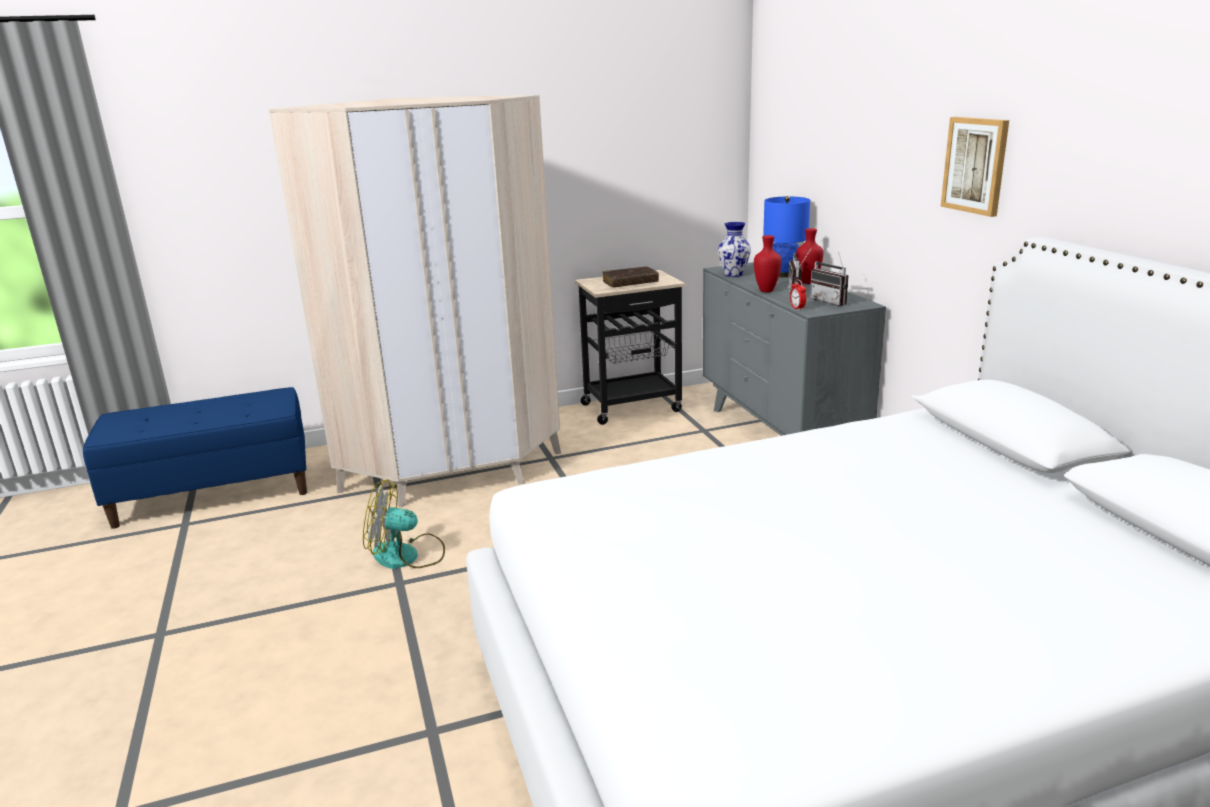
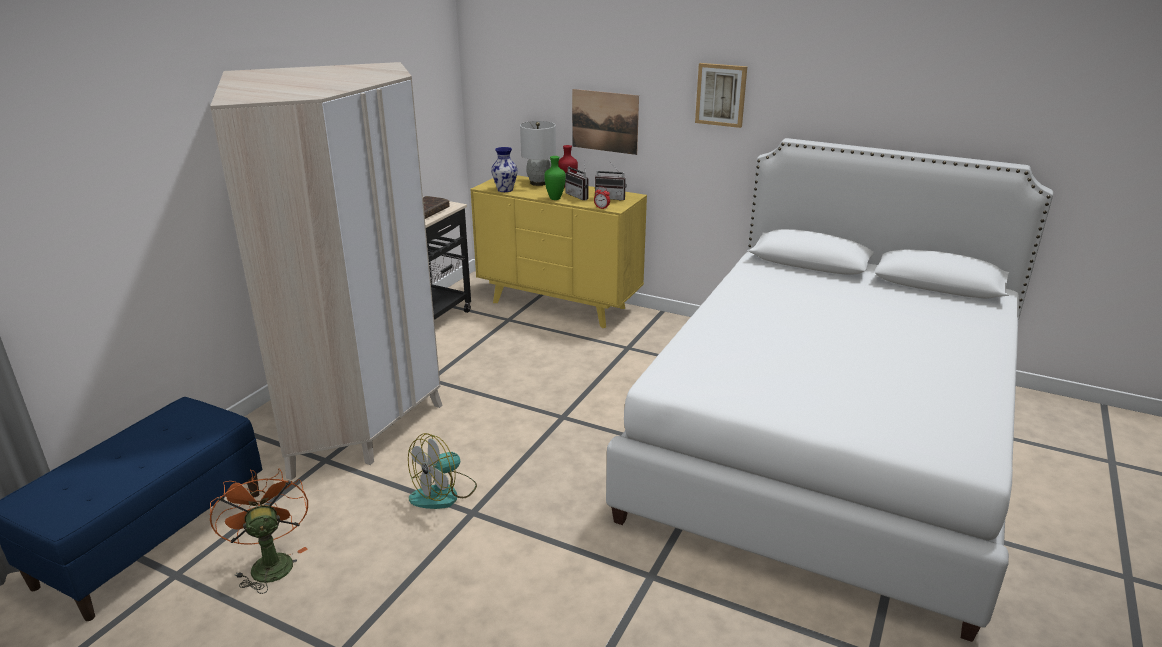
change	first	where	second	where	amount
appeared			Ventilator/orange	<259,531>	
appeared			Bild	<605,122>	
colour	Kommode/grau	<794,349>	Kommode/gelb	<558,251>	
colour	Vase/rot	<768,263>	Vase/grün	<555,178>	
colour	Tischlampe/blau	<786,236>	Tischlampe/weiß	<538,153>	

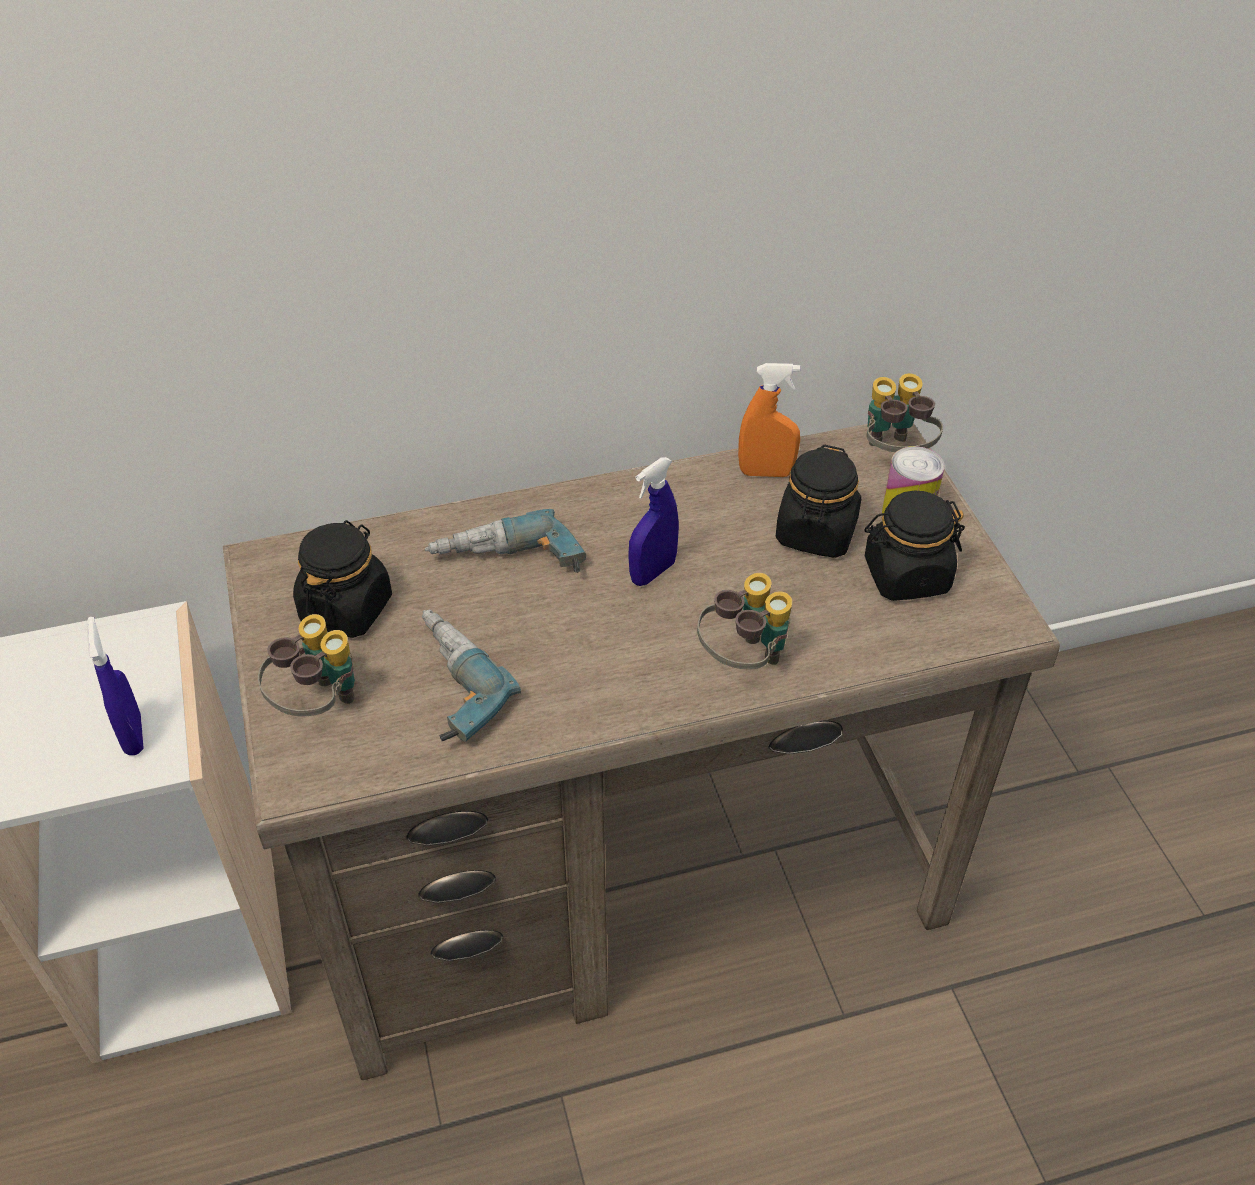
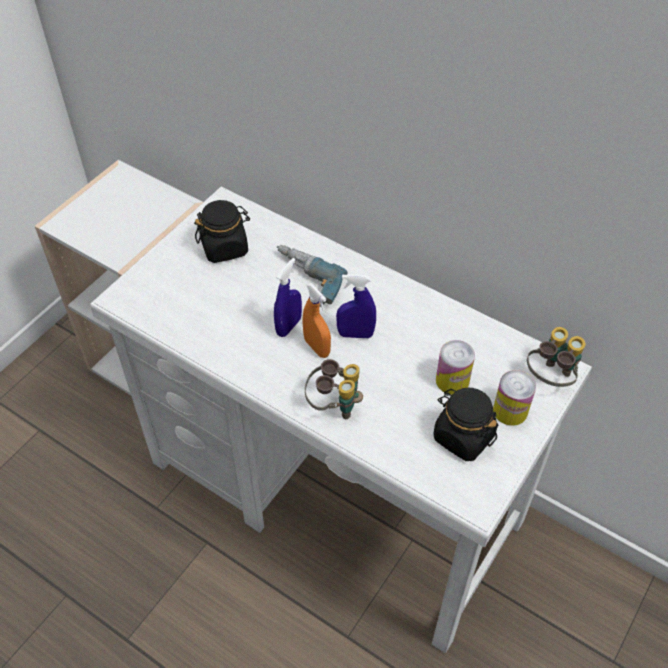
change	first	where	second	where	amount
missing	Fernglas	<306,665>			
missing	Bohrmaschine	<471,676>			
relocated	Sprühflasche/blau	<115,686>		<288,297>	
relocated	Sprühflasche/orange	<769,420>		<317,320>	
exchanged	Vorratsglas/schwarz	<818,501>	Dose	<455,367>	
colour	Schreibtisch/braun	<641,751>	Schreibtisch/weiß	<341,420>	

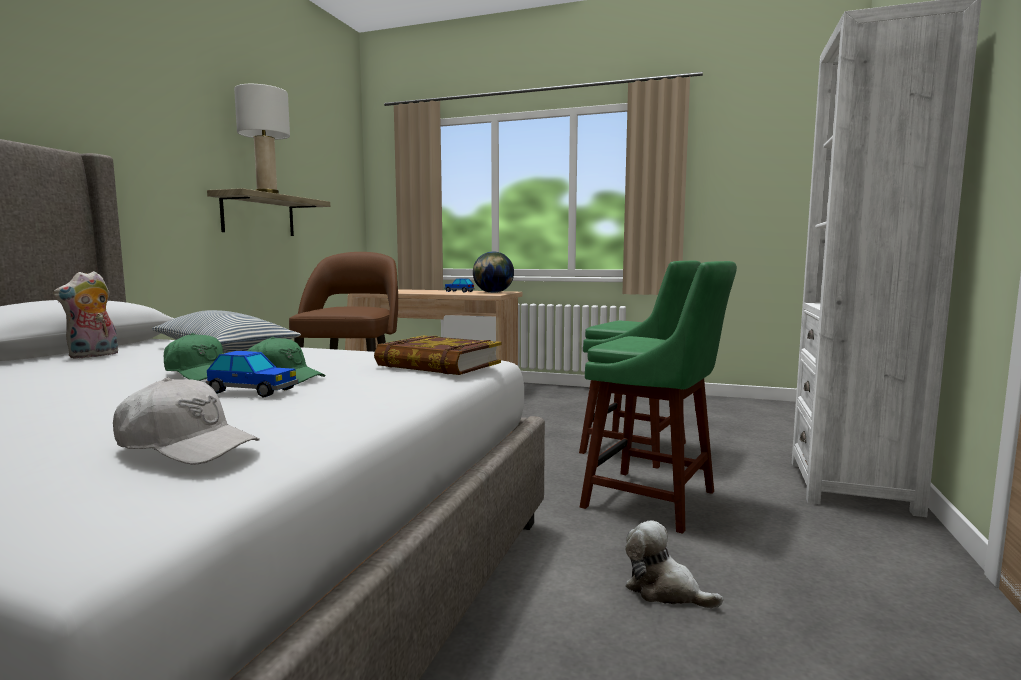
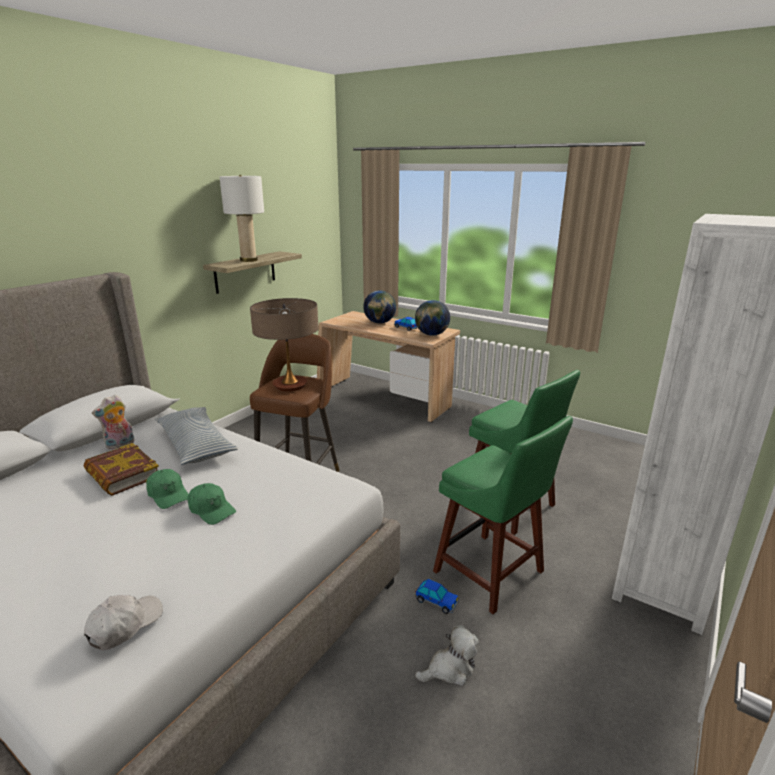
change	first	where	second	where	amount
appeared			Tischlampe	<284,344>	
appeared			Globus	<379,306>	
relocated	Spielzeugauto	<252,374>		<437,596>	
relocated	Buch	<437,355>		<121,469>	
spun	Kappe/weiß	<186,421>		<123,622>	90 degrees counterclockwise
spun	Plüschtier	<674,564>		<447,655>	105 degrees clockwise

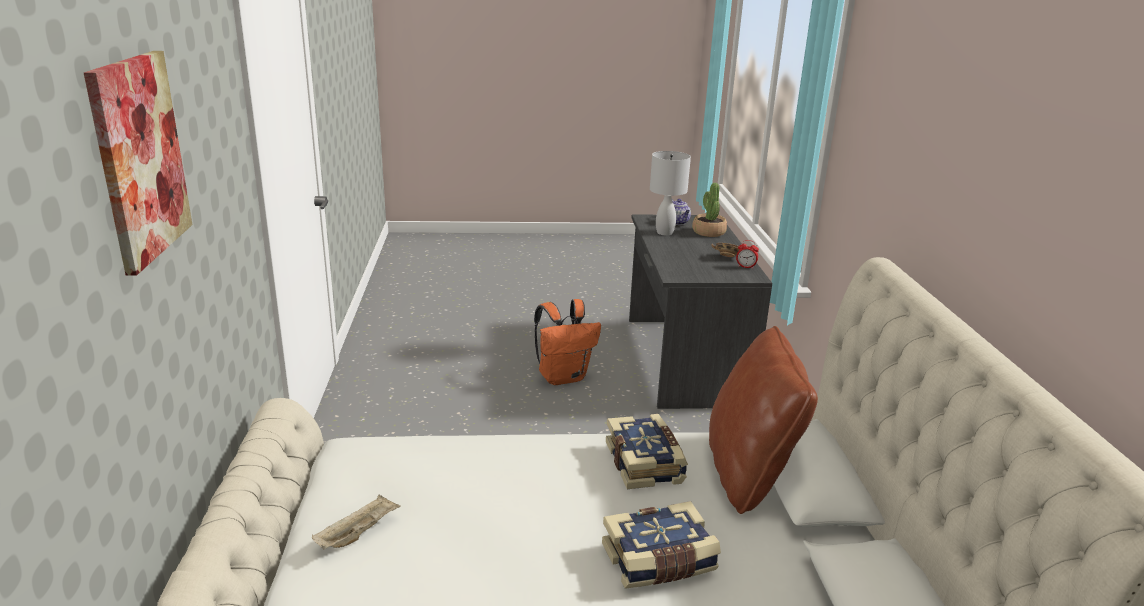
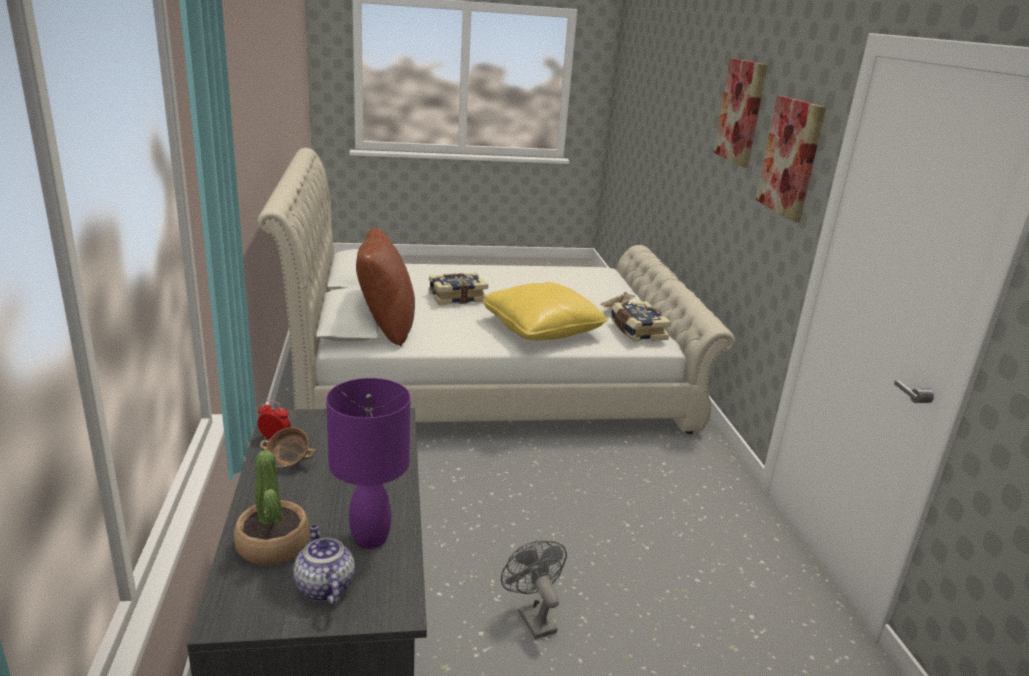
change	first	where	second	where	amount
appeared			Kissen/gelb	<545,311>	
appeared			Bild	<791,158>	
relocated	Buch	<647,451>		<641,321>	
exchanged	Rucksack/orange	<567,342>	Ventilator/grau	<534,590>	
colour	Tischlampe/weiß	<670,193>	Tischlampe/lila	<368,463>	

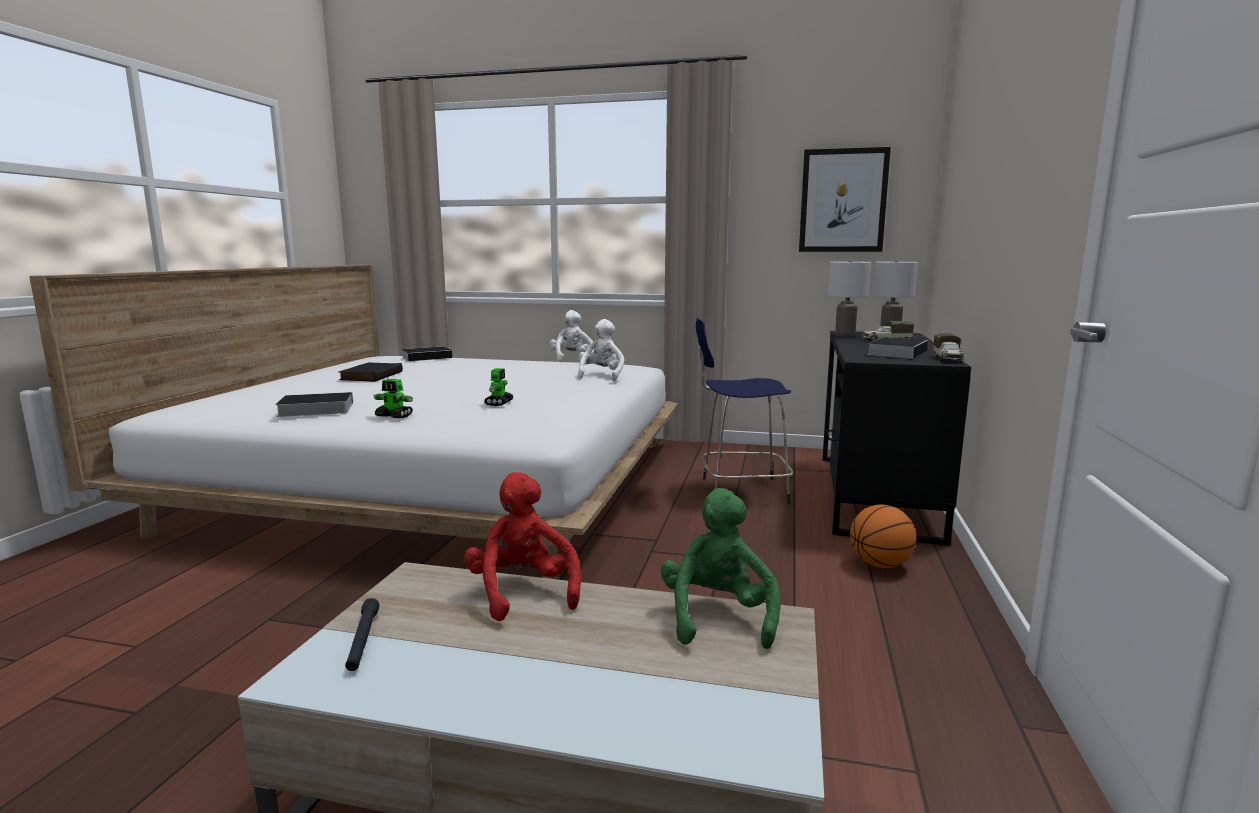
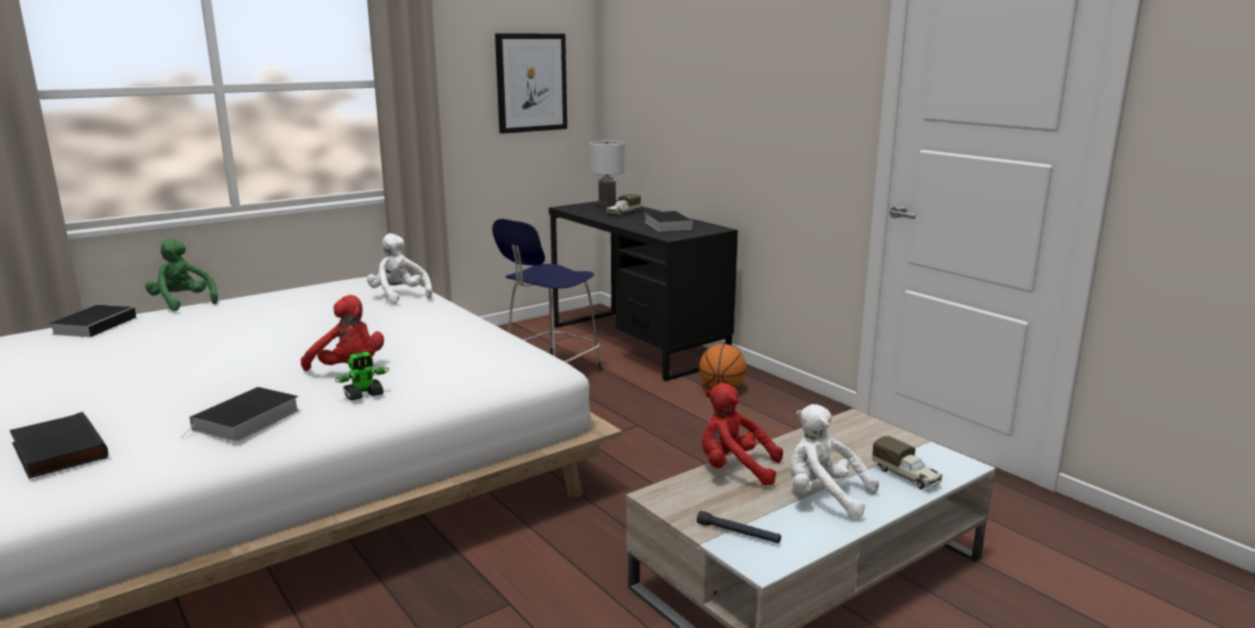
change	first	where	second	where	amount
missing	Spielzeugroboter	<499,387>			
missing	Tischlampe/weiß	<849,298>			
appeared			Plüschtier/rot	<342,333>	
relocated	Buch/schwarz	<371,372>		<59,445>	
relocated	Plüschtier/weiß	<572,336>		<834,461>	
relocated	Plüschtier/grün	<721,568>		<181,275>	
relocated	Spielzeuglaster	<948,347>		<907,462>	

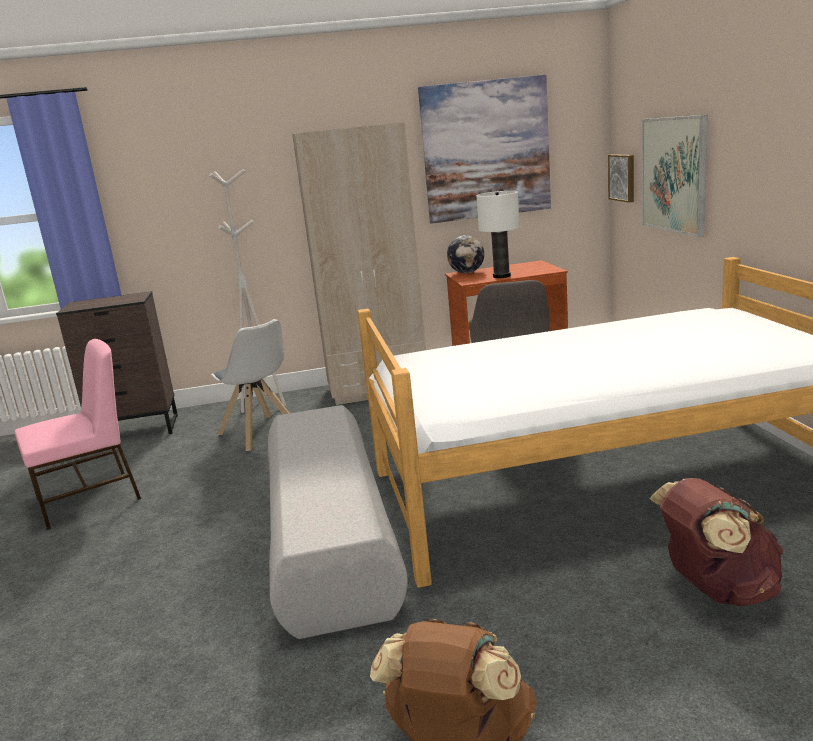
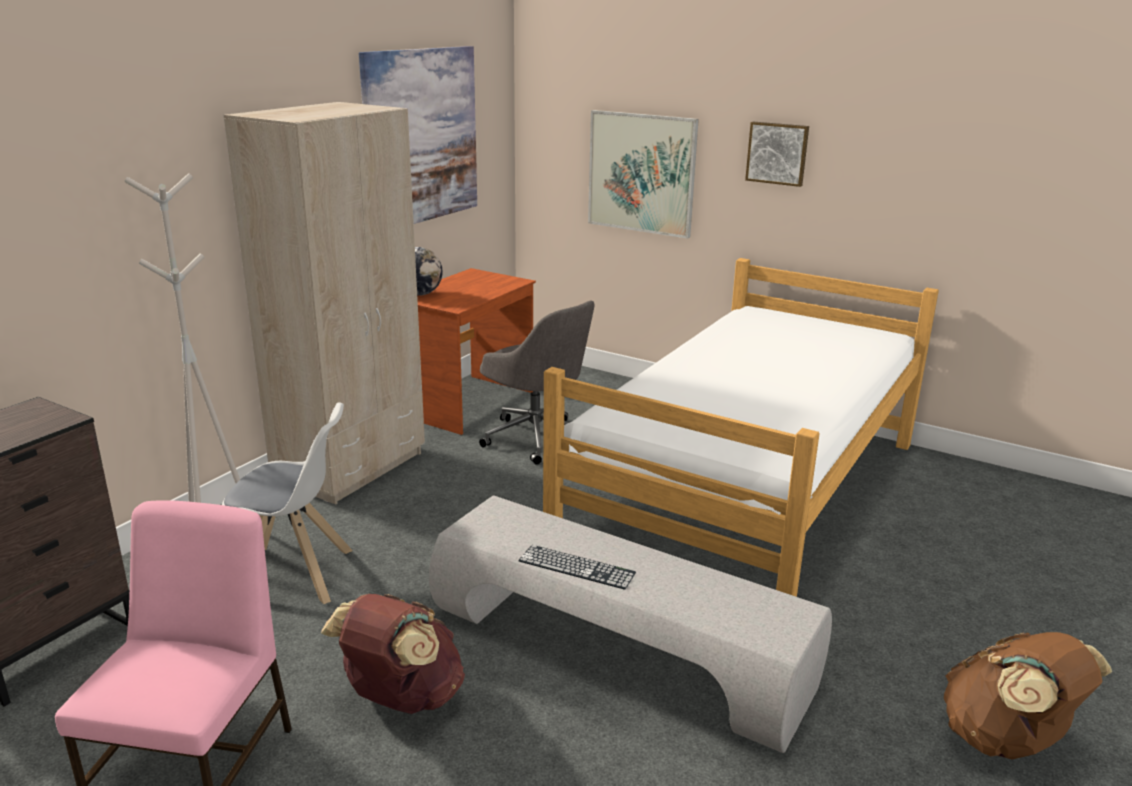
change	first	where	second	where	amount
missing	Tischlampe/weiß	<498,234>			
appeared			Tastatur	<577,567>	
relocated	Bild	<621,178>		<777,154>	
relocated	Rucksack/braun	<716,542>		<393,654>	

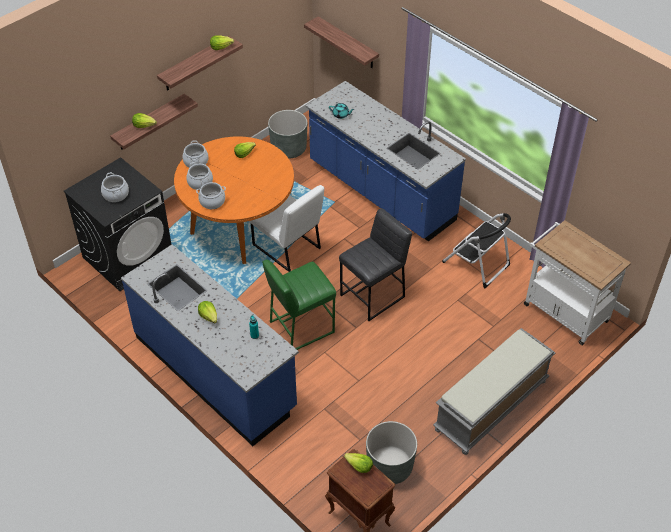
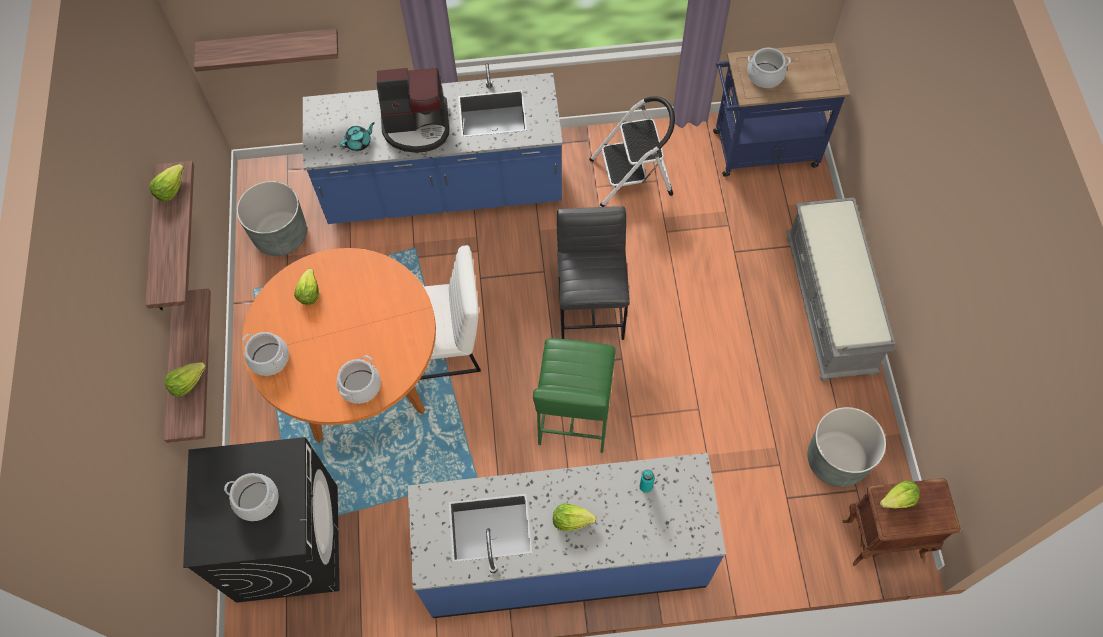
change	first	where	second	where	amount
appeared			Kaffeemaschine	<412,110>	
relocated	Kochtopf	<199,176>		<769,68>	
colour	Rollwagen/weiß	<577,282>	Rollwagen/blau	<781,110>	

